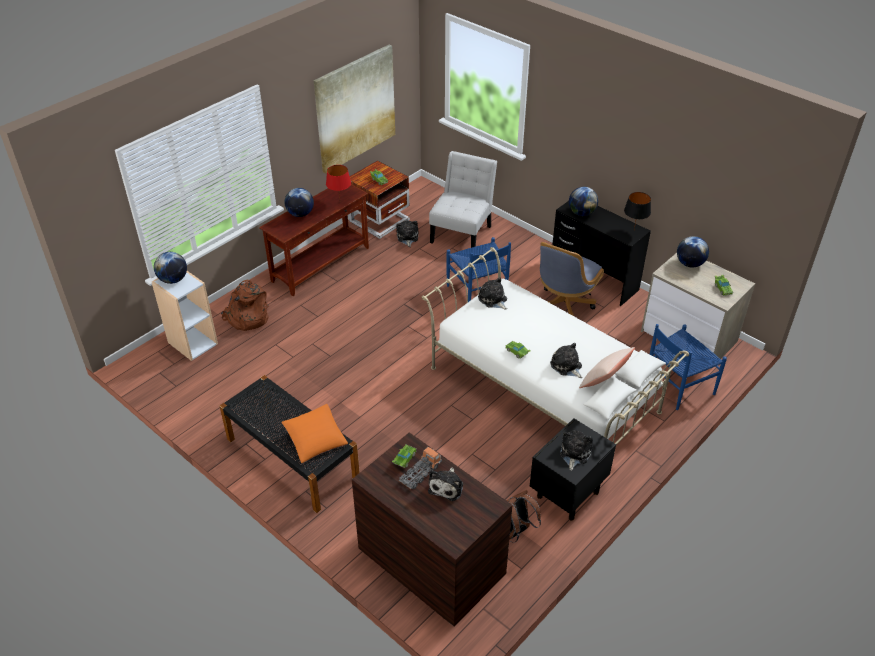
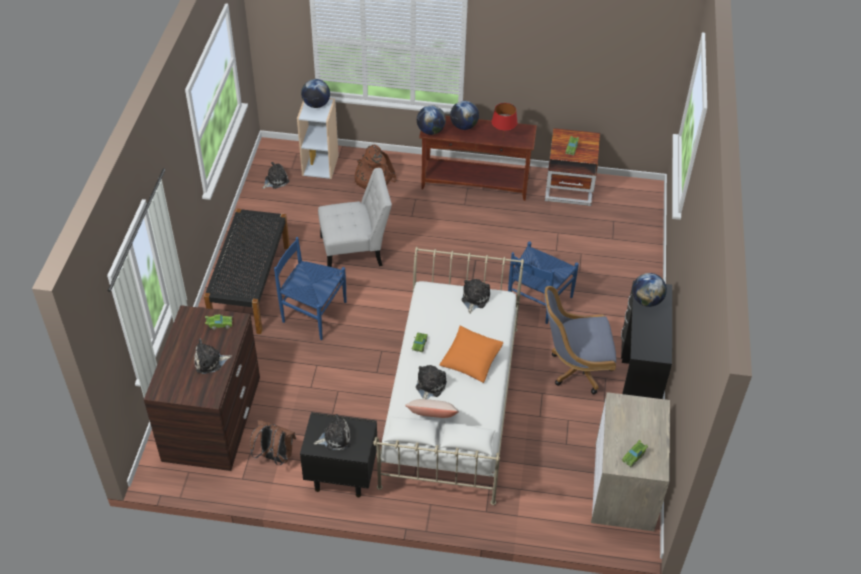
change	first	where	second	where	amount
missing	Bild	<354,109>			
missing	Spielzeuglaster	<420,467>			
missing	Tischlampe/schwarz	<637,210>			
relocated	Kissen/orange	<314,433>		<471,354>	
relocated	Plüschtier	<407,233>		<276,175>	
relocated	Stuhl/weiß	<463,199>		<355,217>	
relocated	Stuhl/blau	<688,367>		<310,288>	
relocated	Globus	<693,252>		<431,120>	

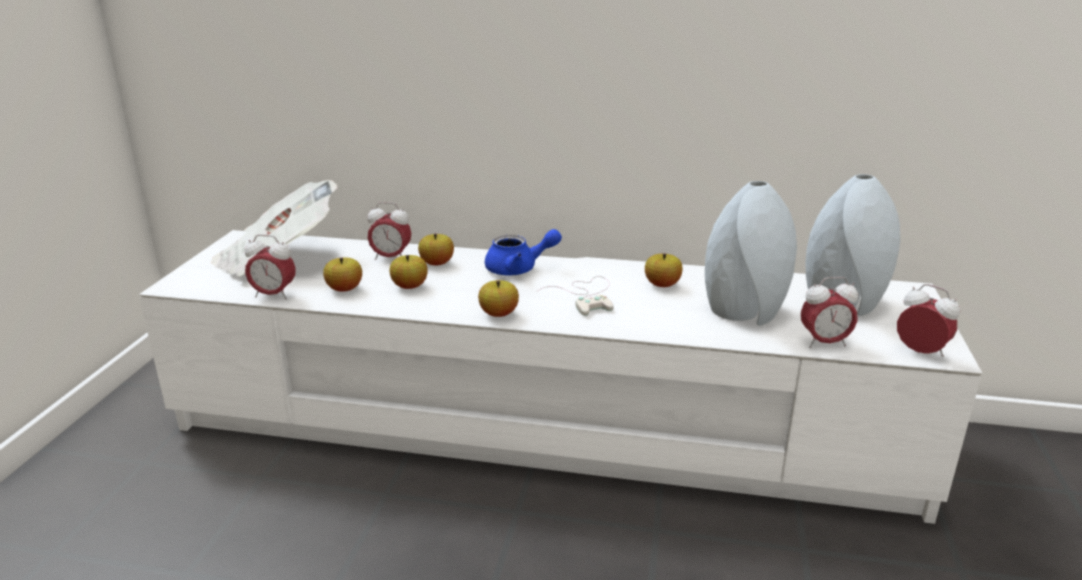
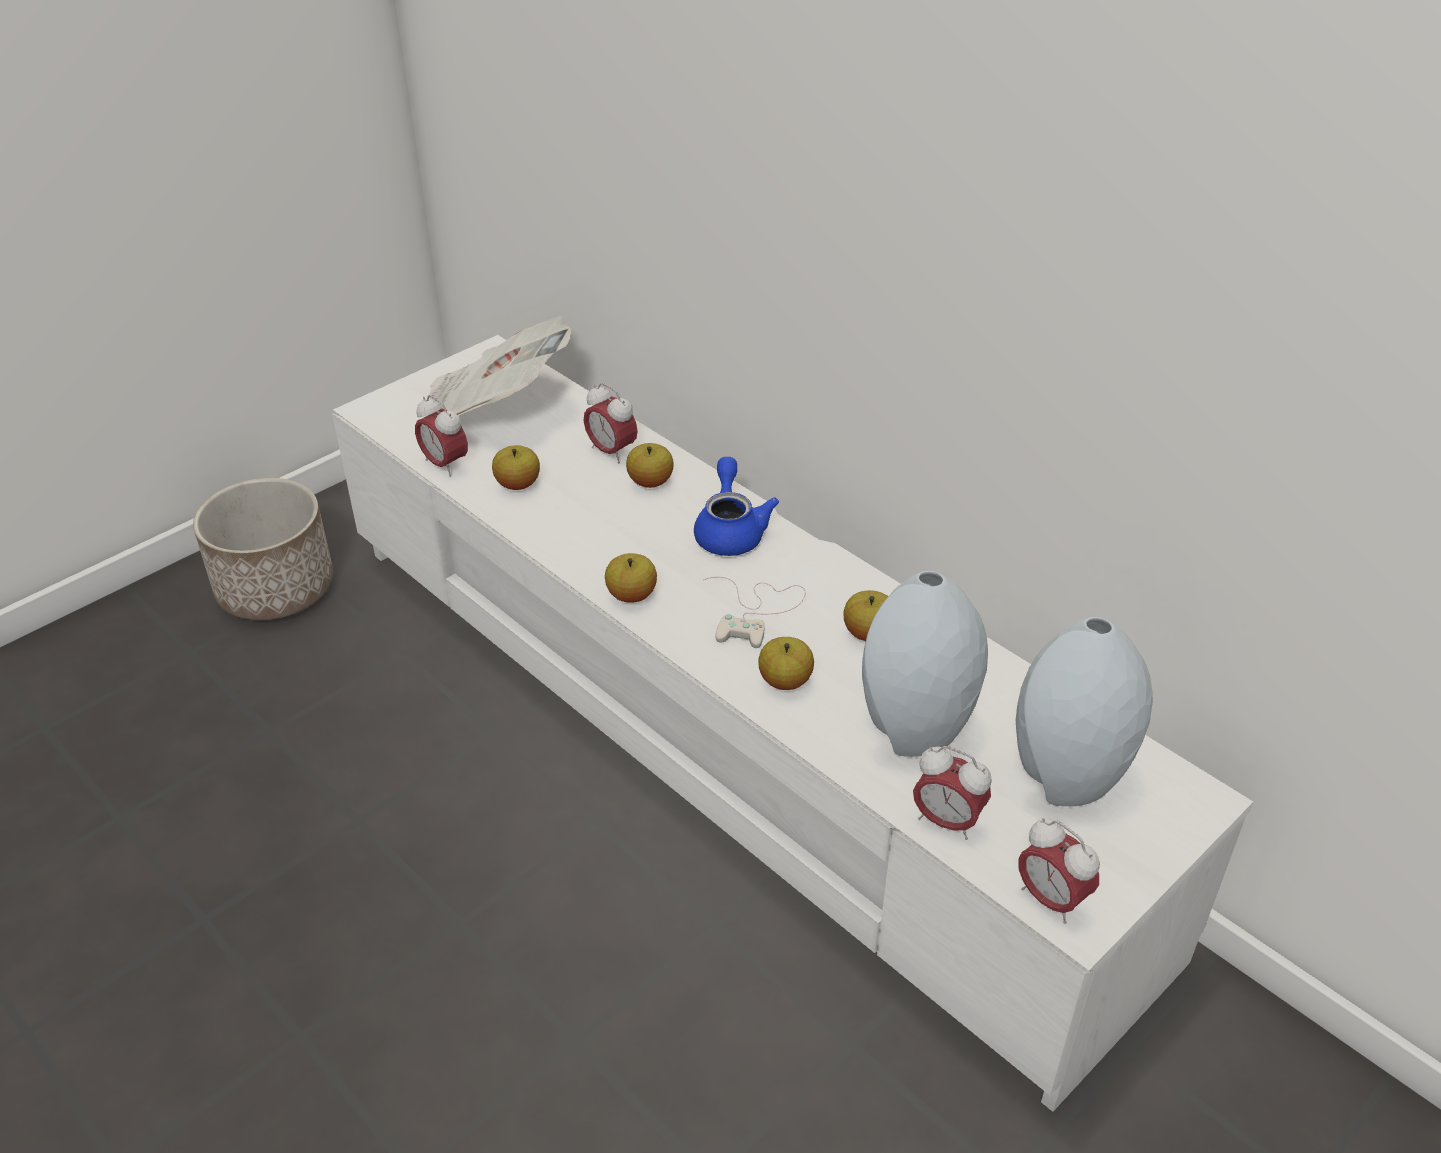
change	first	where	second	where	amount
appeared			Pflanzkübel	<263,549>	
relocated	Apfel	<408,272>		<786,663>	
spun	Teekanne/blau	<523,252>		<736,506>	120 degrees counterclockwise
spun	Wecker	<928,320>		<1059,871>	150 degrees clockwise

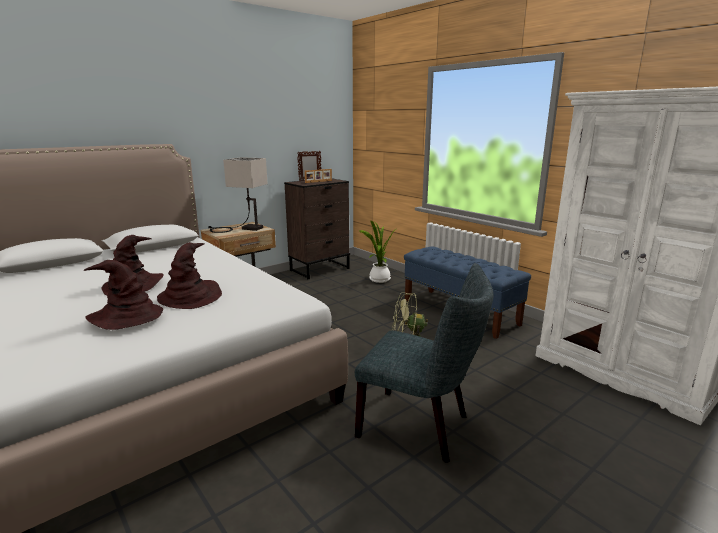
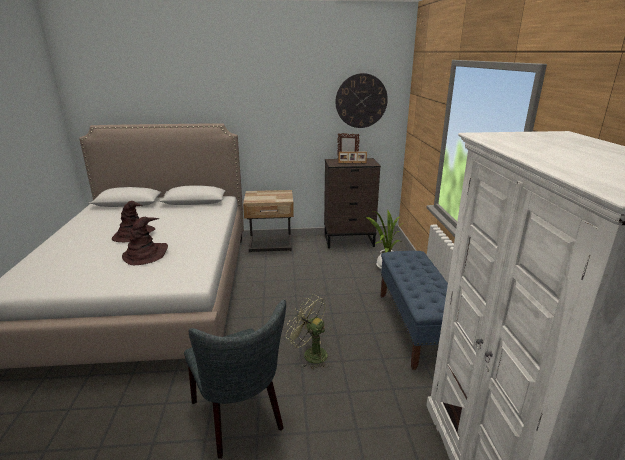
change	first	where	second	where	amount
missing	Hut/braun	<123,295>			
missing	Tischlampe	<238,195>			
appeared			Wanduhr	<362,100>	

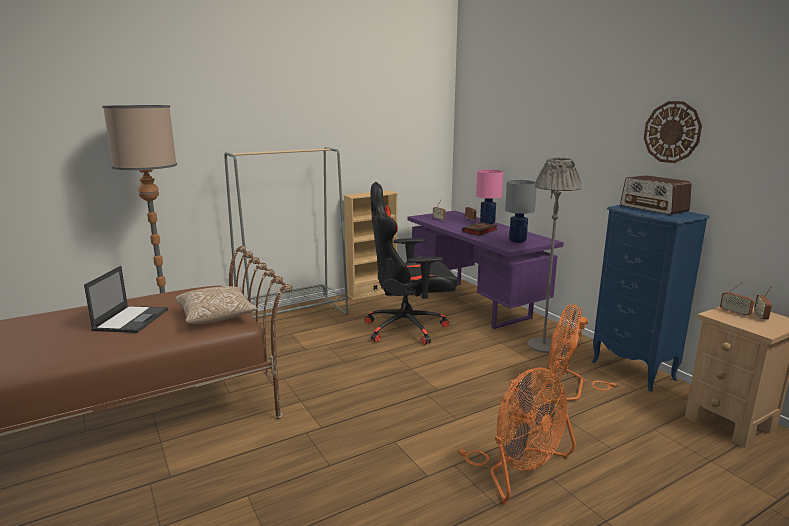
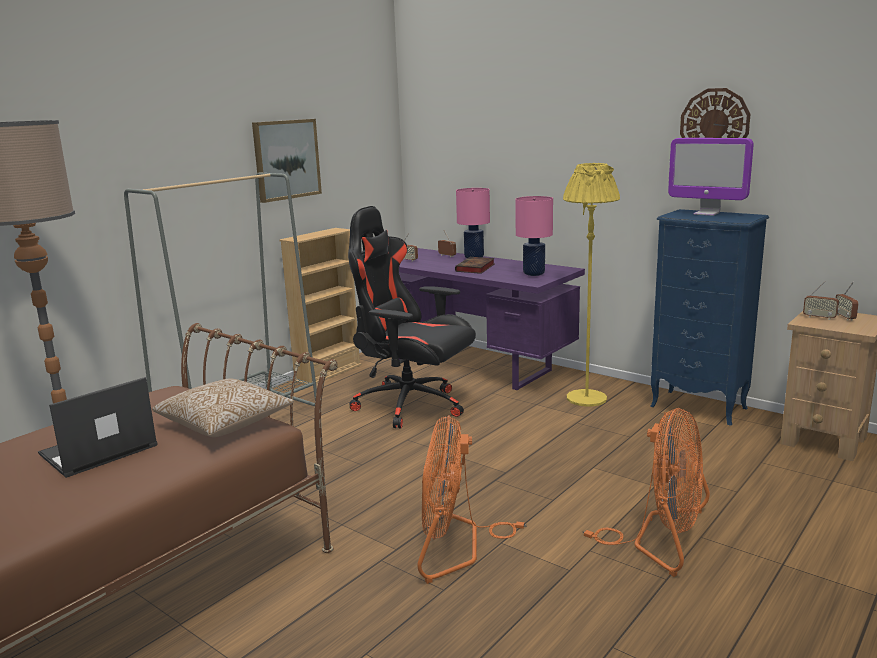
change	first	where	second	where	amount
appeared			Bild	<287,161>	
relocated	Ventilator/orange	<579,354>		<472,499>	
exchanged	Radio	<655,195>	Monitor	<711,177>	
colour	Tischlampe/grau	<521,211>	Tischlampe/rosa	<534,236>	
colour	Stehlampe/grau	<554,255>	Stehlampe/gelb	<591,285>	
spun	Laptop	<126,299>		<98,427>	120 degrees counterclockwise
spun	Bürostuhl/schwarz	<411,263>		<412,317>	60 degrees clockwise

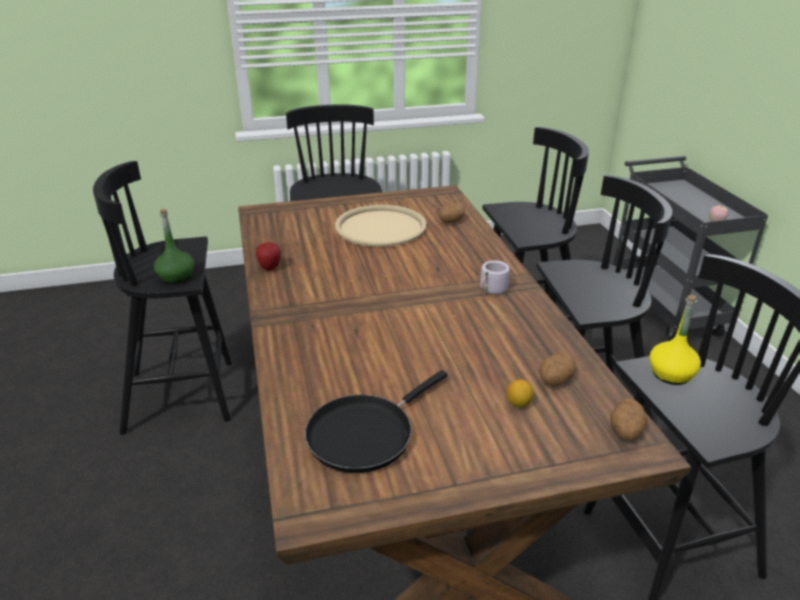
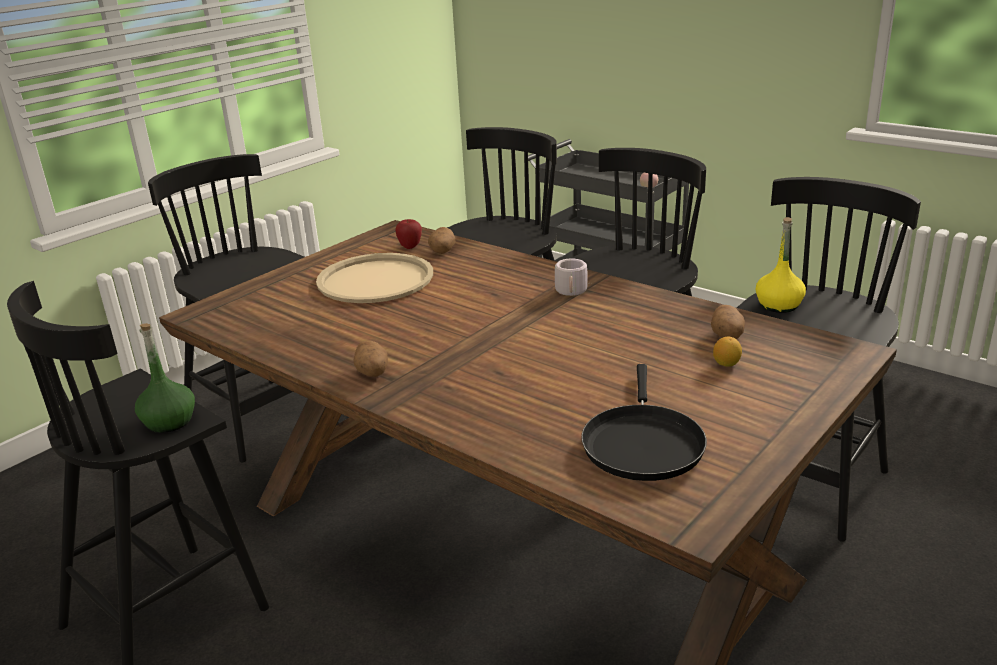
change	first	where	second	where	amount
relocated	Apfel	<268,256>		<408,234>	
relocated	Kartoffel	<629,419>		<370,359>	

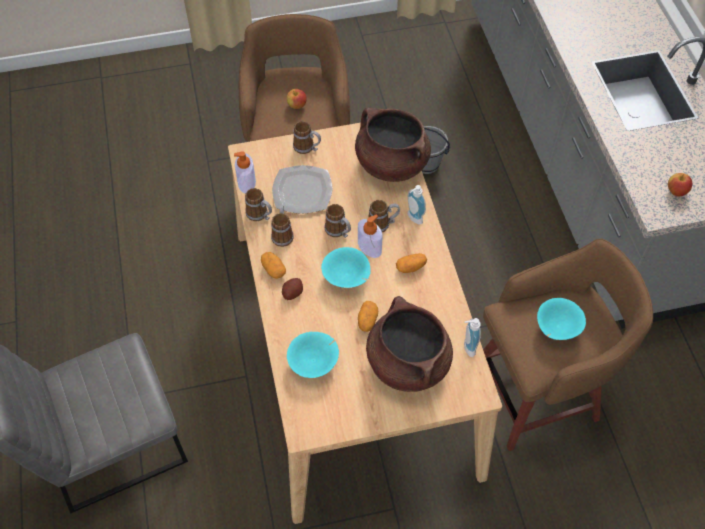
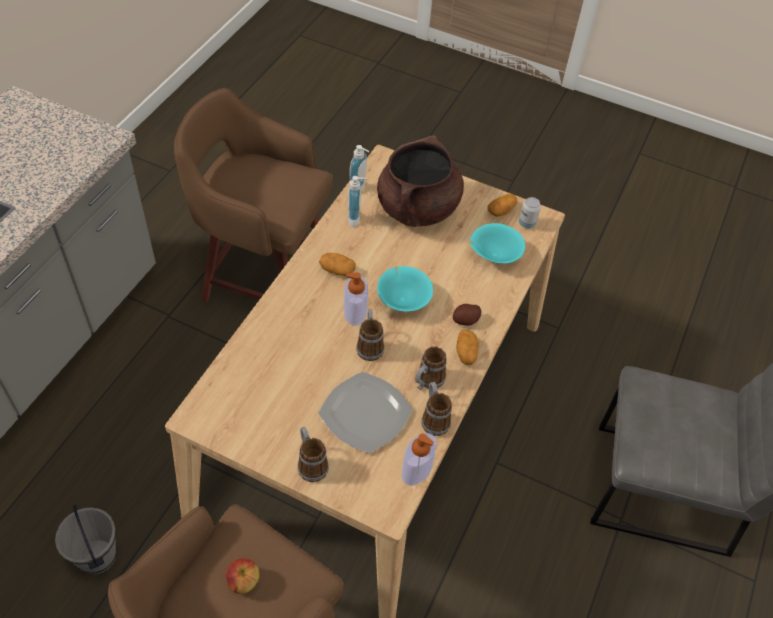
change	first	where	second	where	amount
missing	Kochtopf/braun	<393,145>			
missing	Henkelbecher	<384,216>			
missing	Schüssel/türkis	<561,319>			
missing	Apfel	<680,184>			
appeared			Dose	<530,213>	
relocated	Kartoffel	<368,316>		<502,205>	
relocated	Seifenspender	<417,205>		<358,201>	

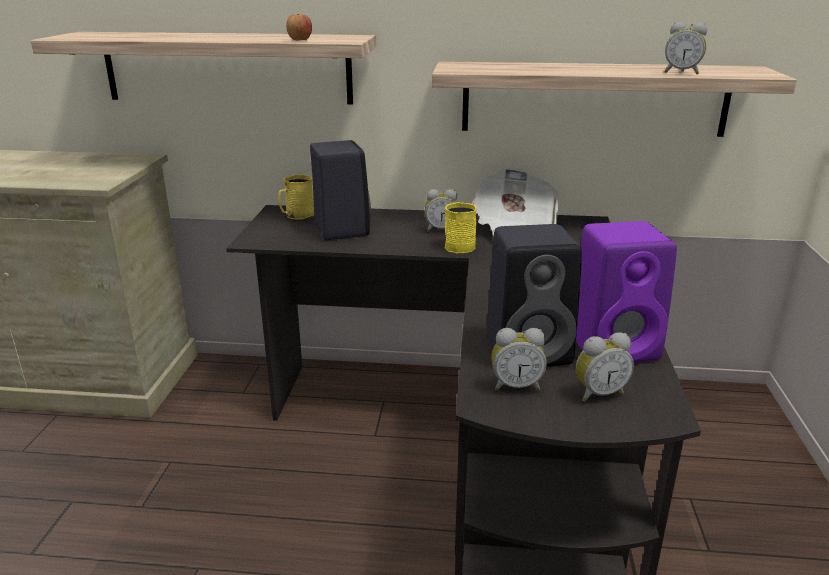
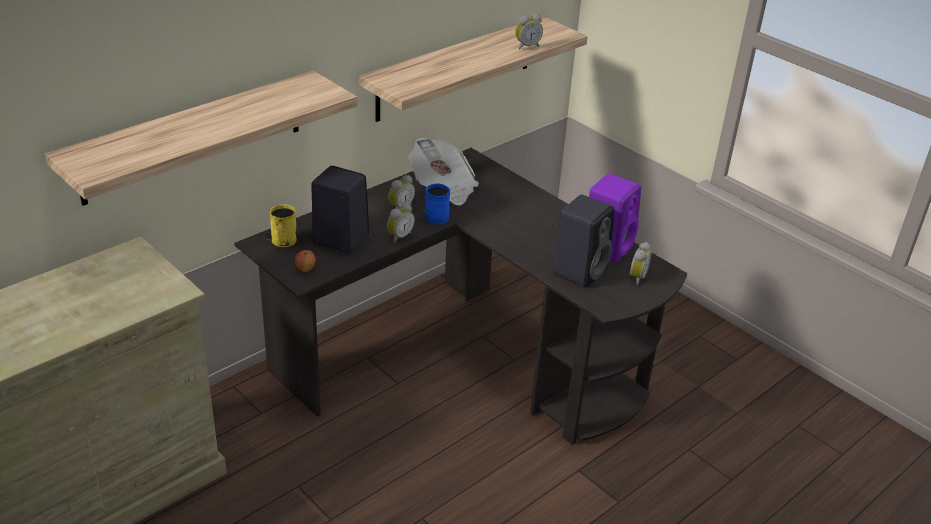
change	first	where	second	where	amount
relocated	Apfel	<299,27>		<305,261>	
relocated	Wecker	<519,359>		<401,223>	
colour	Henkelbecher/gelb	<461,227>	Henkelbecher/blau	<437,203>	

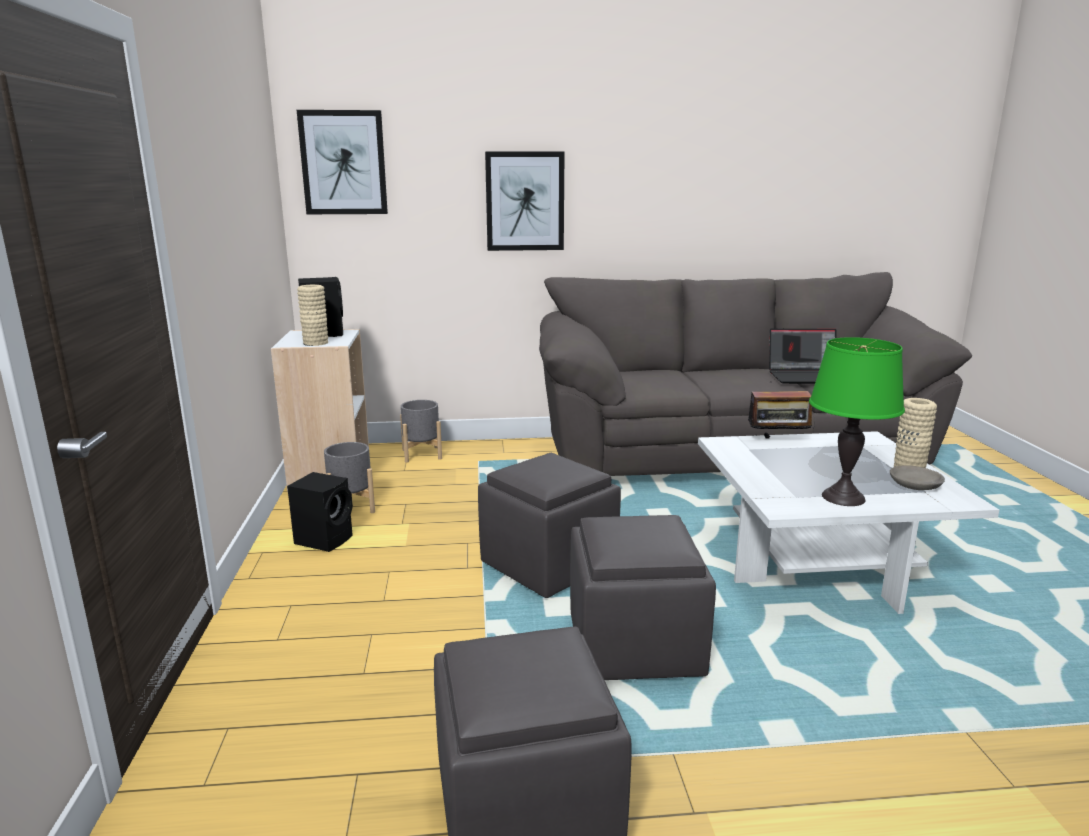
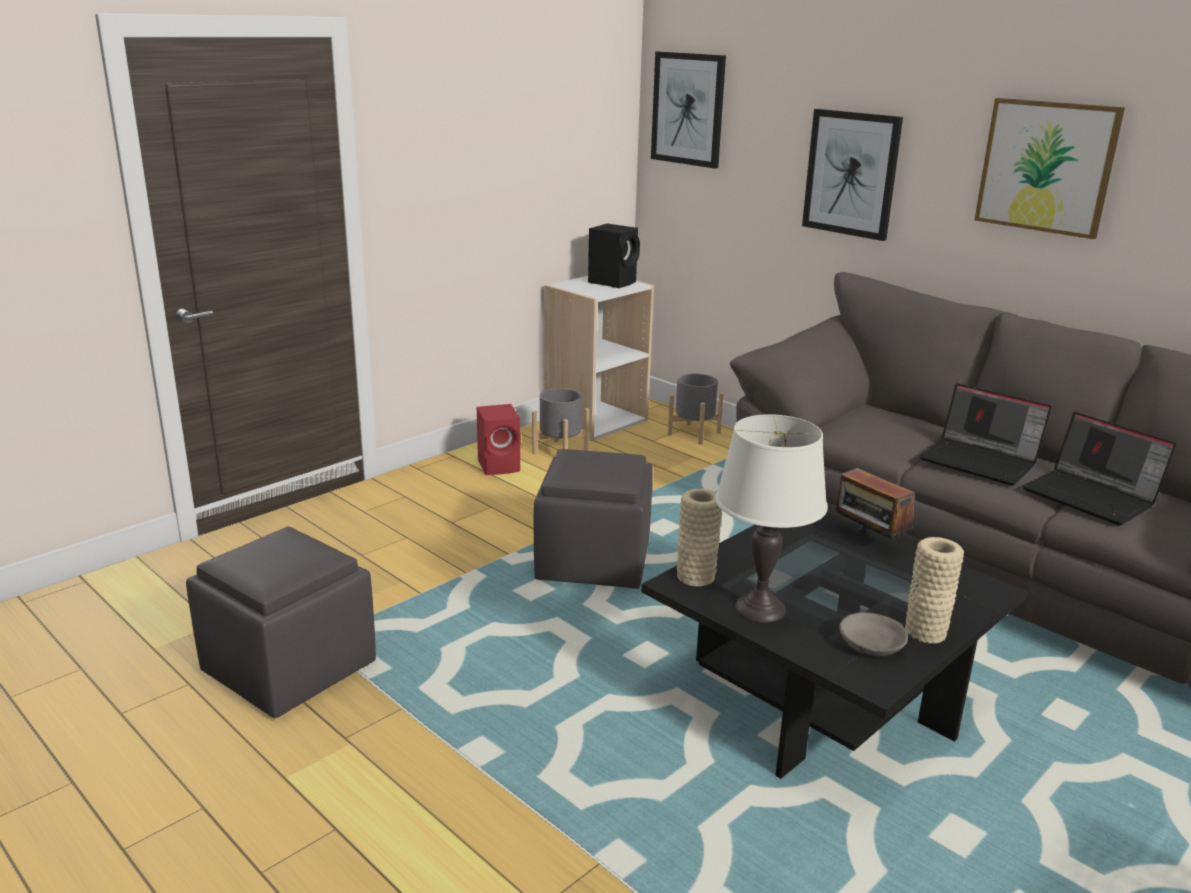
change	first	where	second	where	amount
missing	Polsterhocker/grau	<643,597>			
appeared			Laptop	<985,434>	
appeared			Bild	<1050,168>	
relocated	Vase/beige	<312,315>		<699,537>	
colour	Lautsprecher/schwarz	<320,512>	Lautsprecher/rot	<499,439>	
colour	Couchtisch/weiß	<848,522>	Couchtisch/schwarz	<834,646>	
colour	Tischlampe/grün	<857,421>	Tischlampe/weiß	<771,518>	

